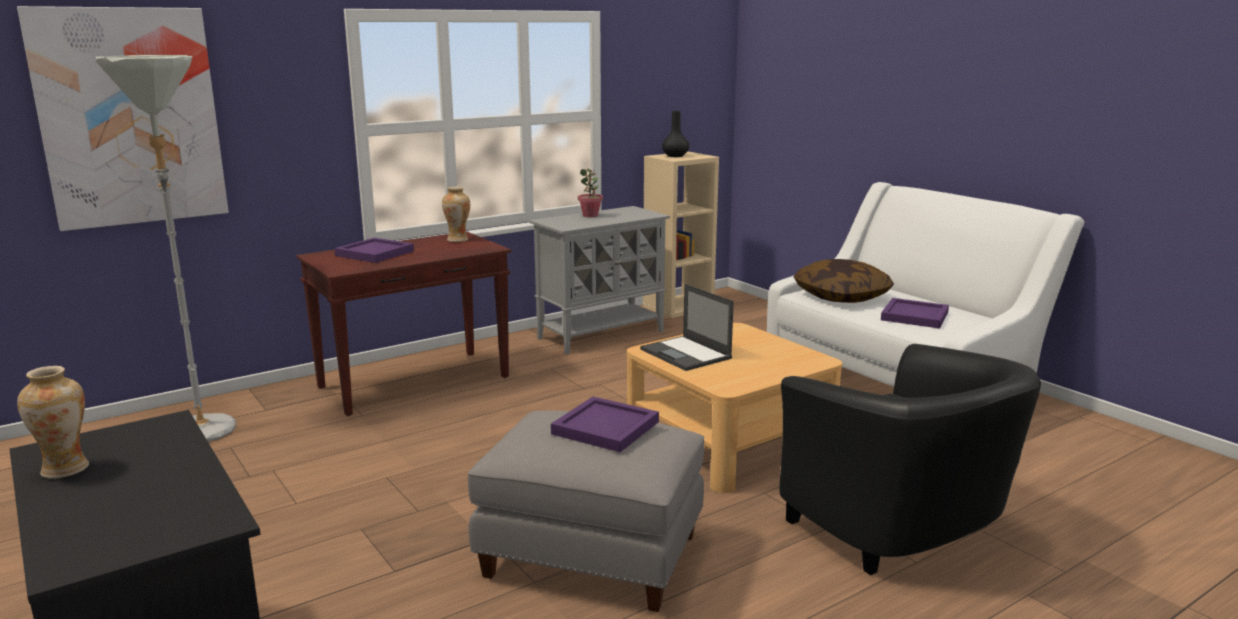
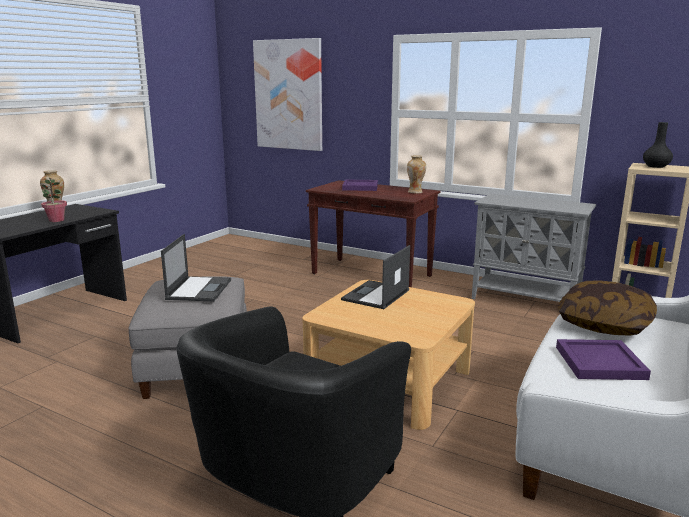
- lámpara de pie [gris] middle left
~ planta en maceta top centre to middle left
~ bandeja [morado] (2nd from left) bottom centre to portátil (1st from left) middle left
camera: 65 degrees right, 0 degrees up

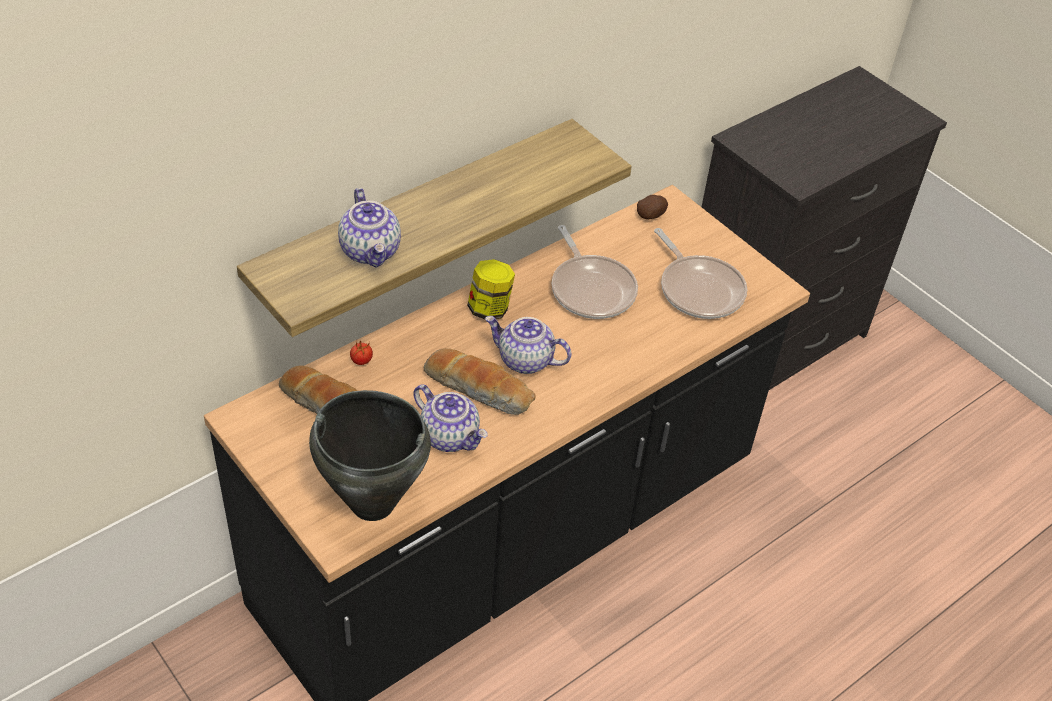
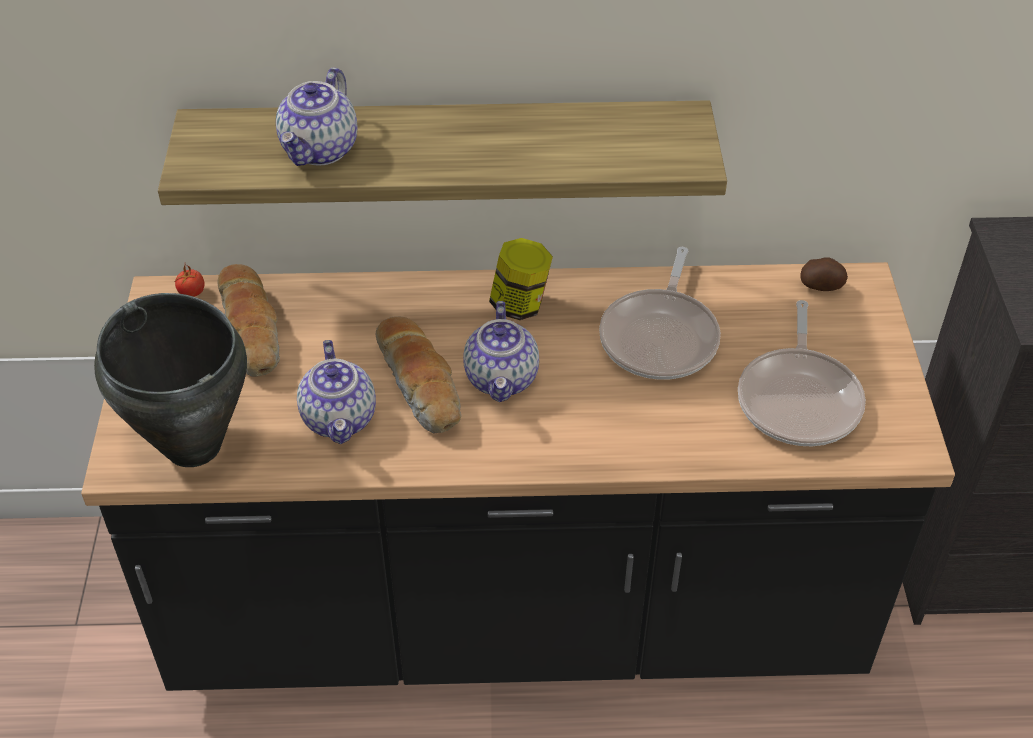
~ tetera (3rd from left) centre = centre 150 degrees counterclockwise
~ tomate centre to middle left
camera: 40 degrees right, 0 degrees up

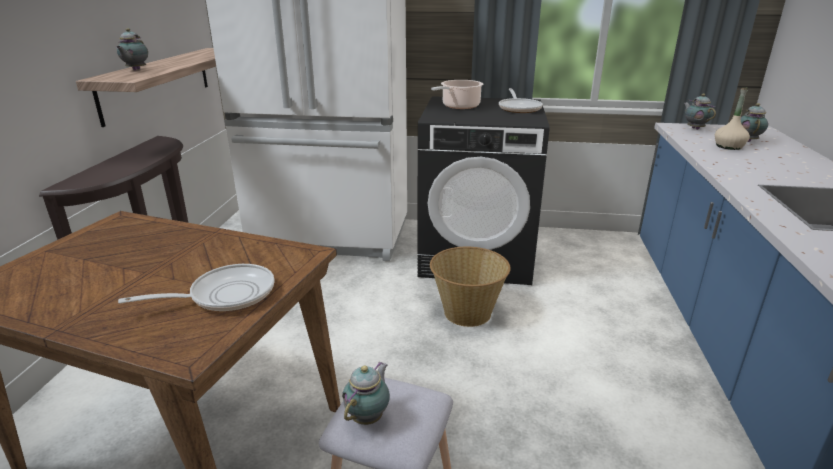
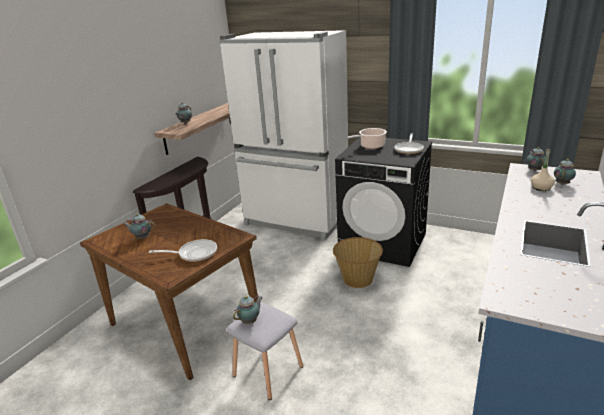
+ tetera (1st from left) middle left
camera: 20 degrees right, 0 degrees up

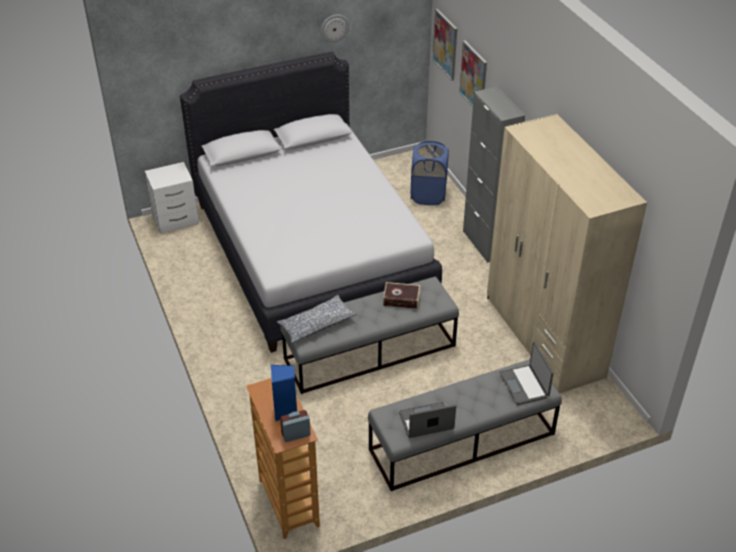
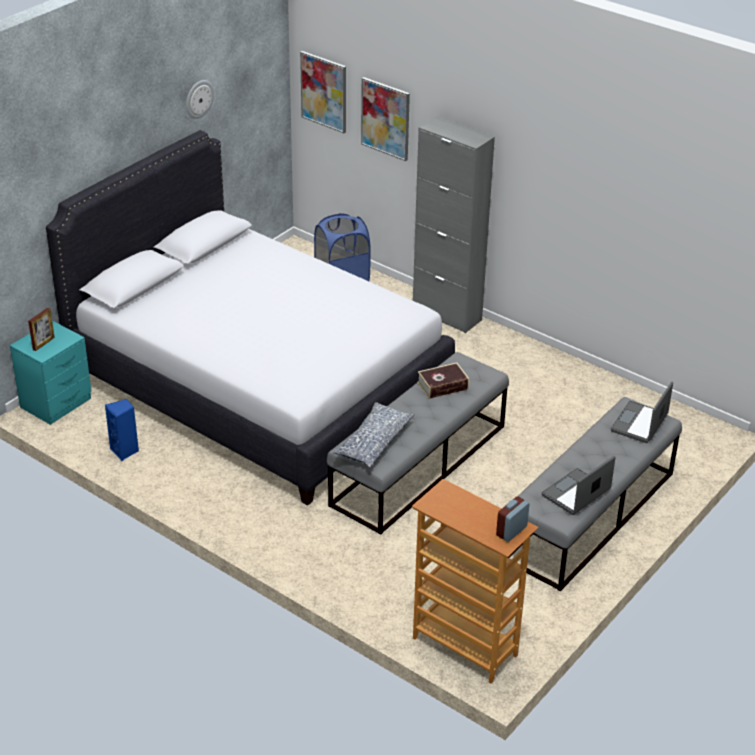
- armario ropero [beis] middle right
~ mesita de noche [blanco] middle left to mesita de noche [turquesa] middle left
~ portátil (2nd from left) bottom right = middle right 75 degrees clockwise
~ altavoz [azul] bottom centre to middle left
+ portarretratos middle left
camera: 30 degrees left, 5 degrees down

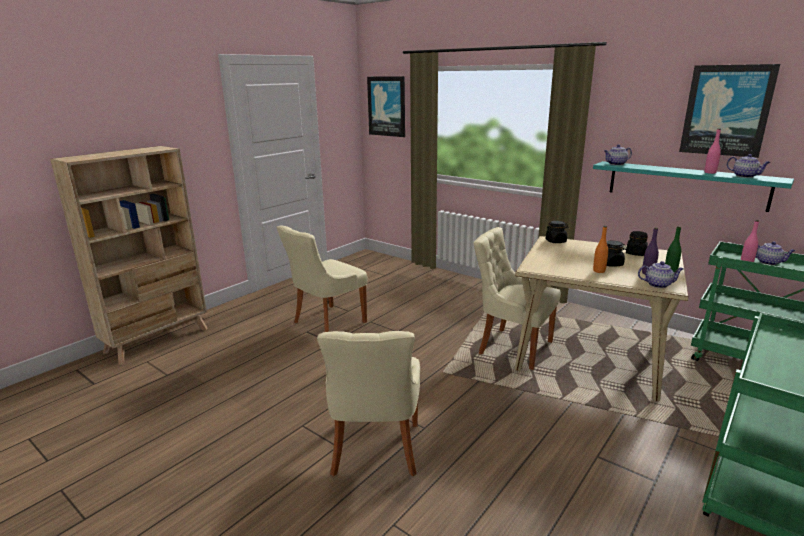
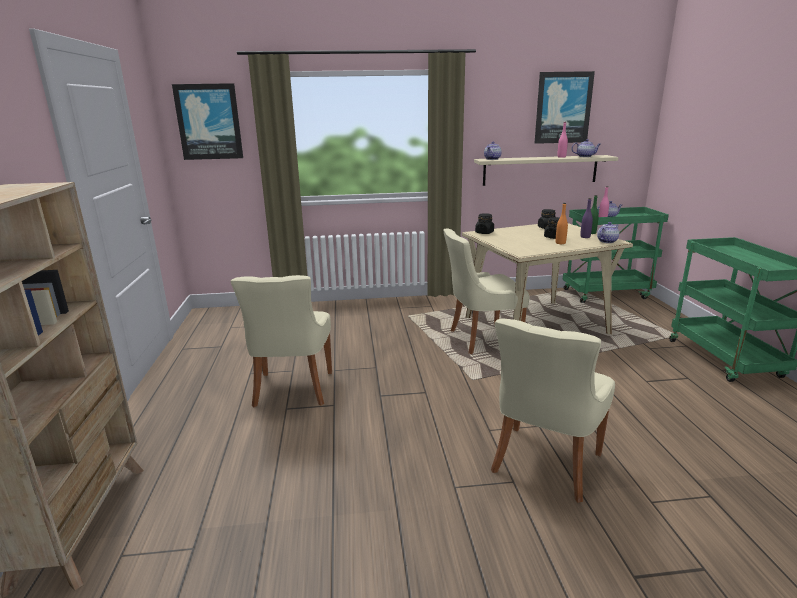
~ estante [turquesa] middle right to estante [beis] top right
~ silla [beis] (2nd from left in the first image) bottom centre = bottom right 75 degrees clockwise
camera: 45 degrees left, 0 degrees up

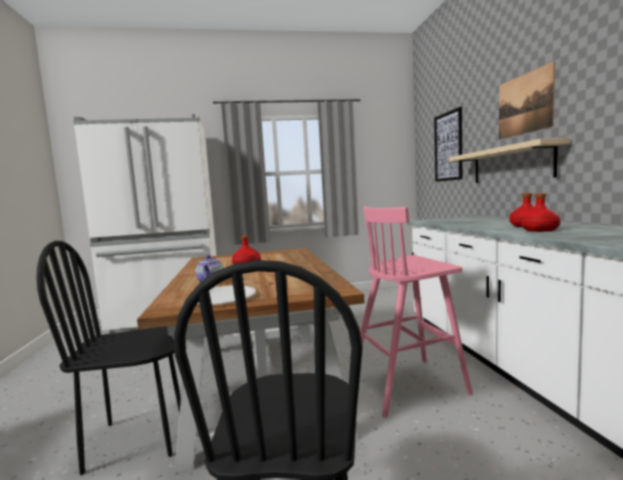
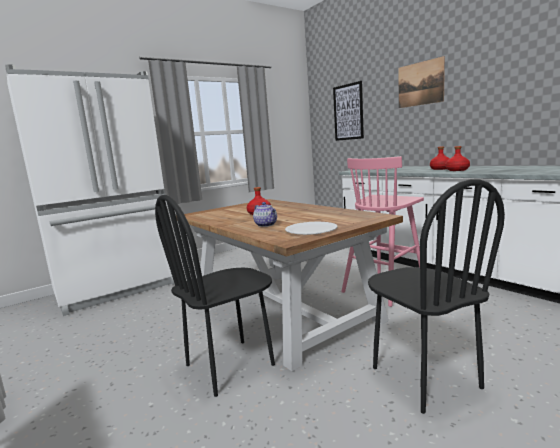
- estante [beis] middle right
camera: 25 degrees left, 5 degrees up

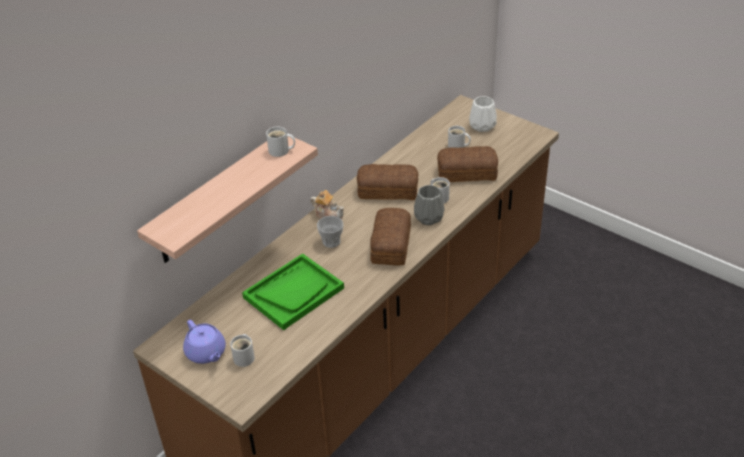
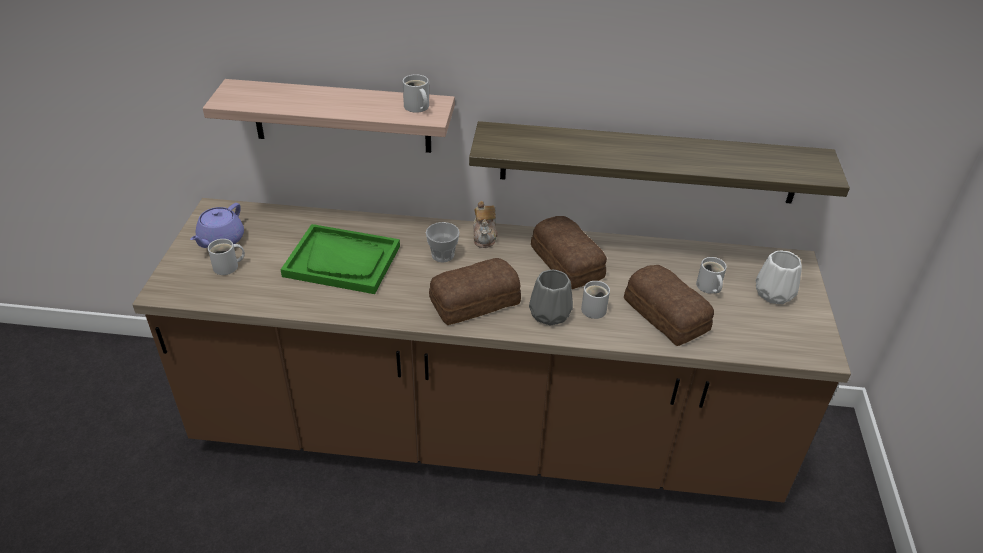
+ estante (2nd from left) top right
camera: 55 degrees right, 0 degrees up

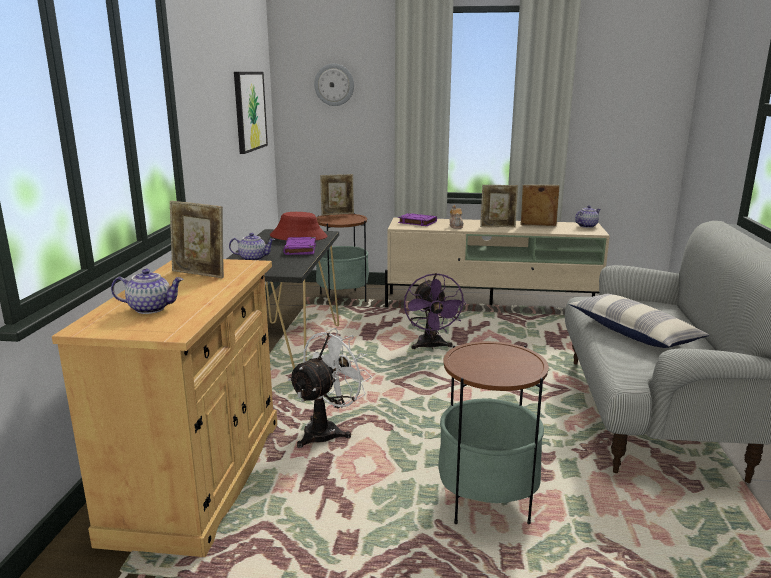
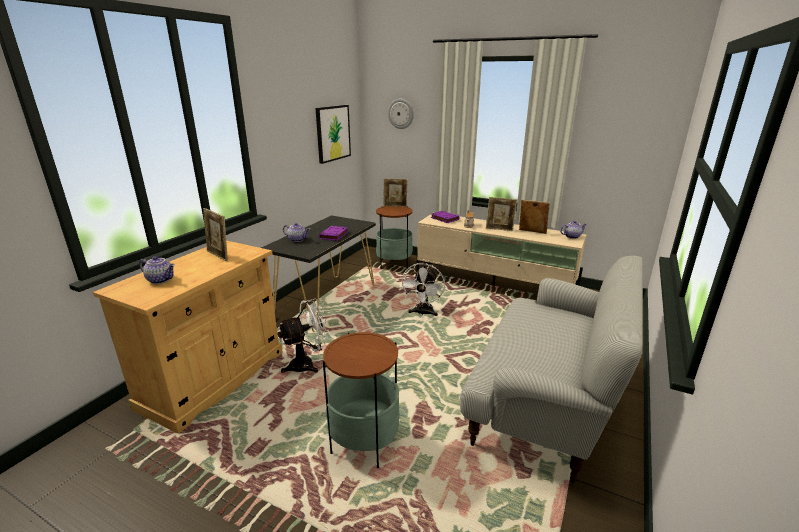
- sombrero [rojo] centre
~ ventilador [morado] centre to ventilador [blanco] (2nd from left) centre
- cojín middle right
camera: 20 degrees right, 5 degrees up

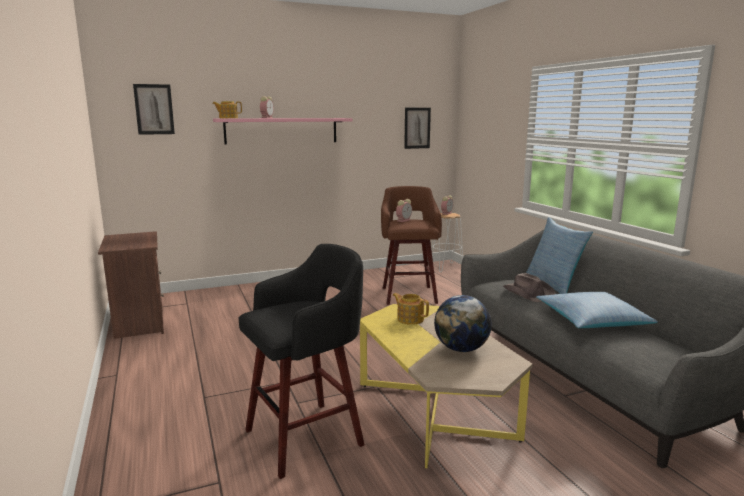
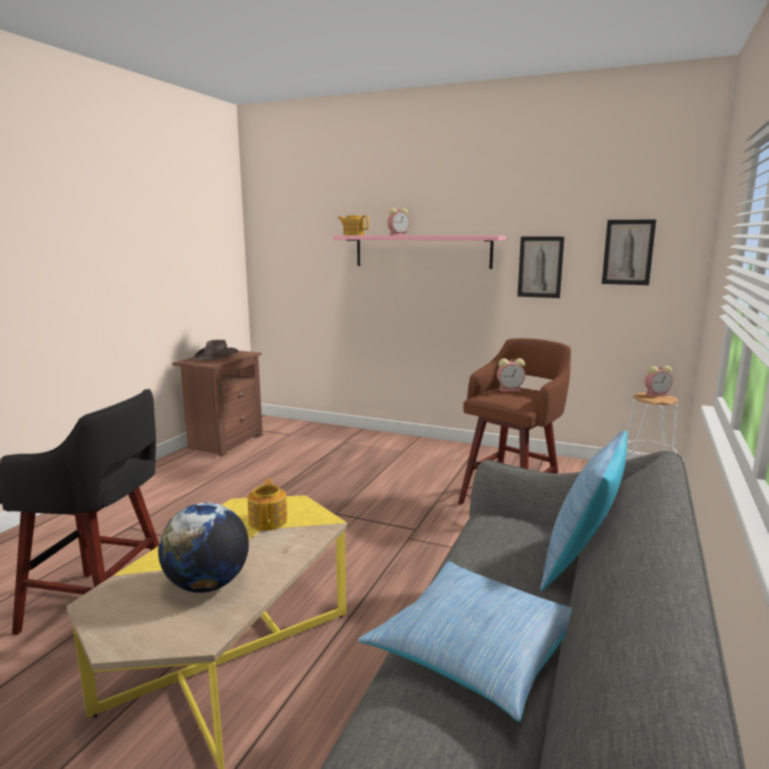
~ cuadro (1st from left) top left to middle right
~ sombrero [marrón] middle right to middle left
camera: 45 degrees right, 0 degrees up

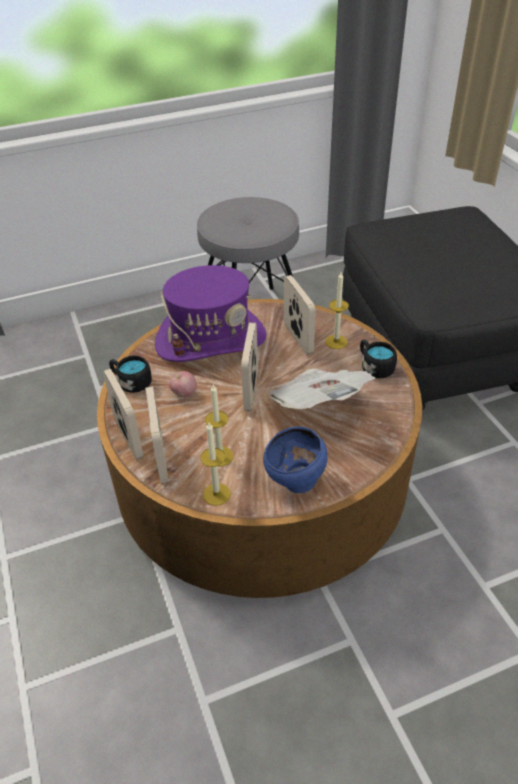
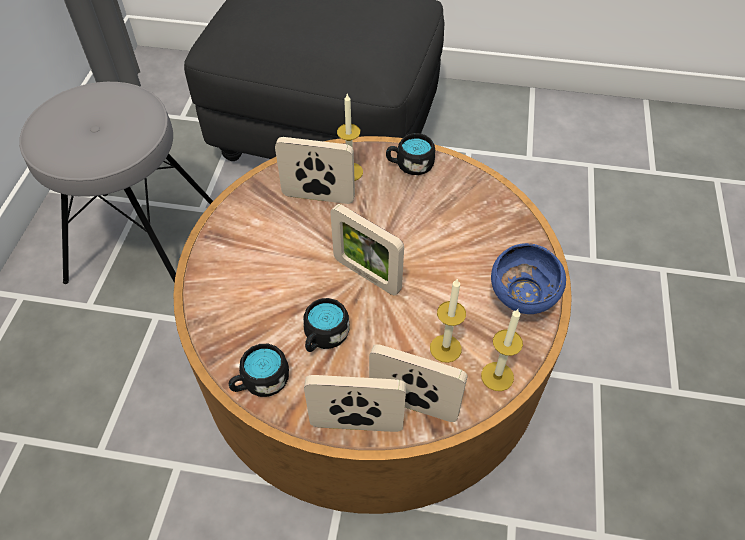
- sombrero [morado] centre
- periódico centre
~ manzana centre to taza grande [negro] (2nd from left) centre
camera: 60 degrees left, 10 degrees up

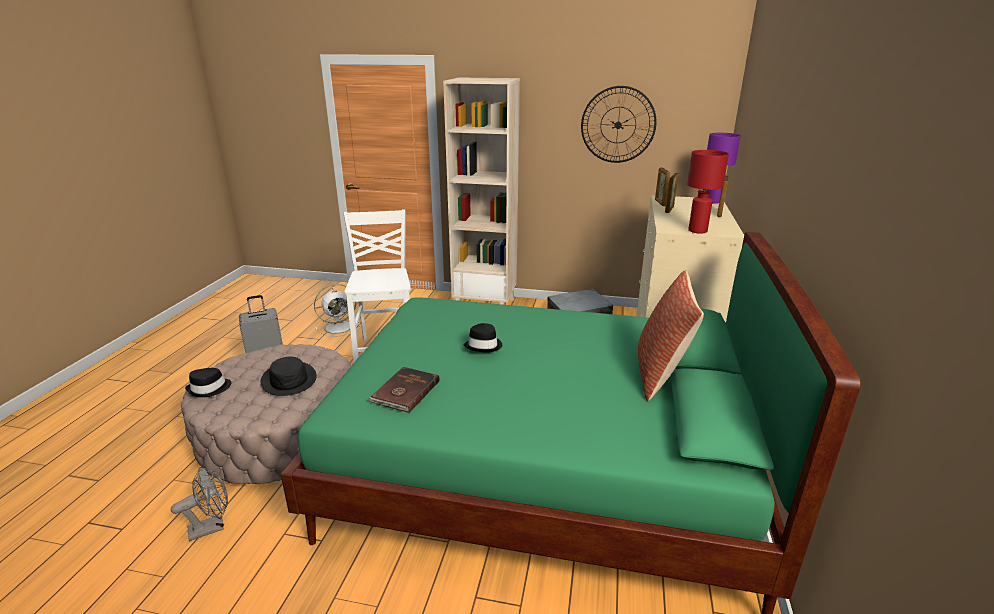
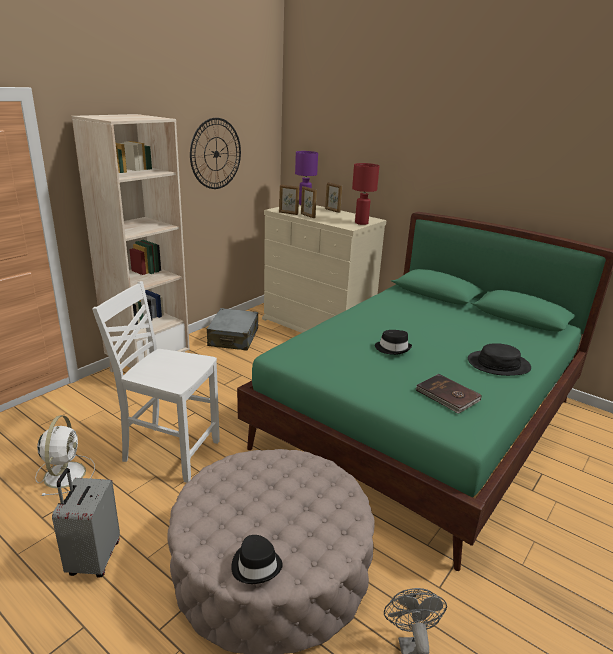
- cojín middle right
~ sombrero [negro] (2nd from left in the first image) middle left to sombrero [negro] (3rd from left) middle right
camera: 65 degrees left, 0 degrees up

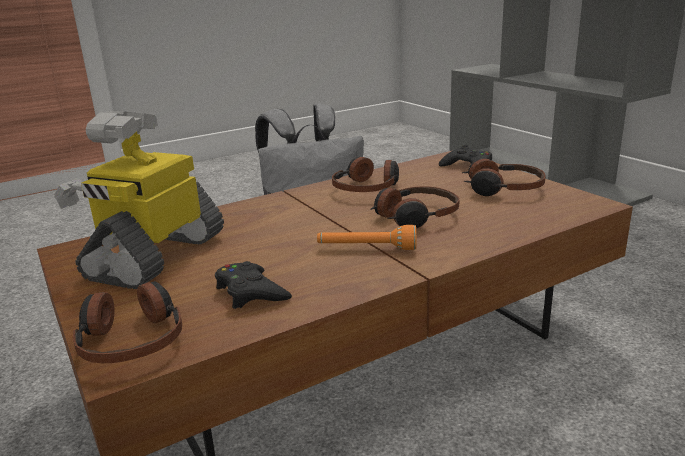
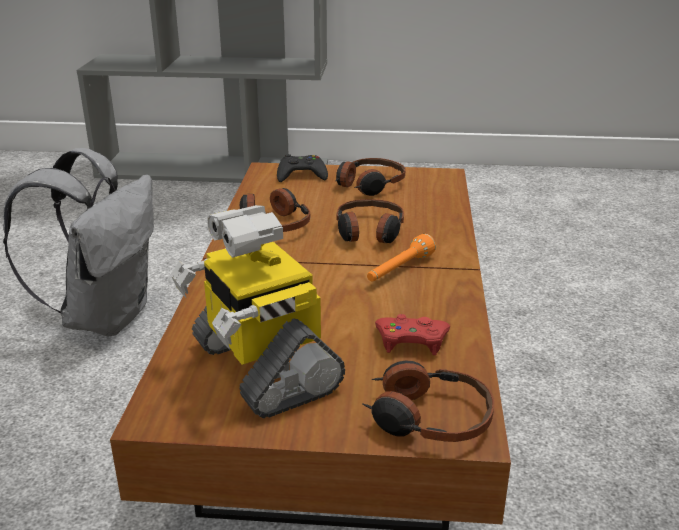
~ mando de consola [negro] (1st from left) centre to mando de consola [rojo] centre
camera: 55 degrees left, 5 degrees up

